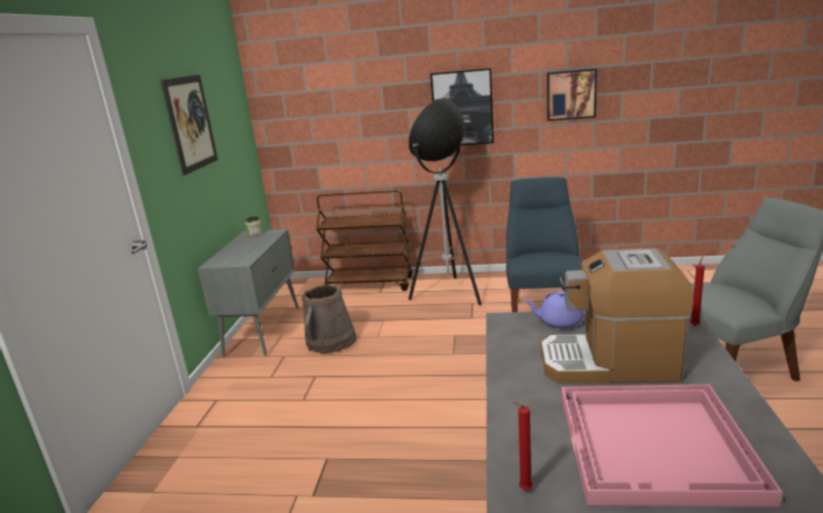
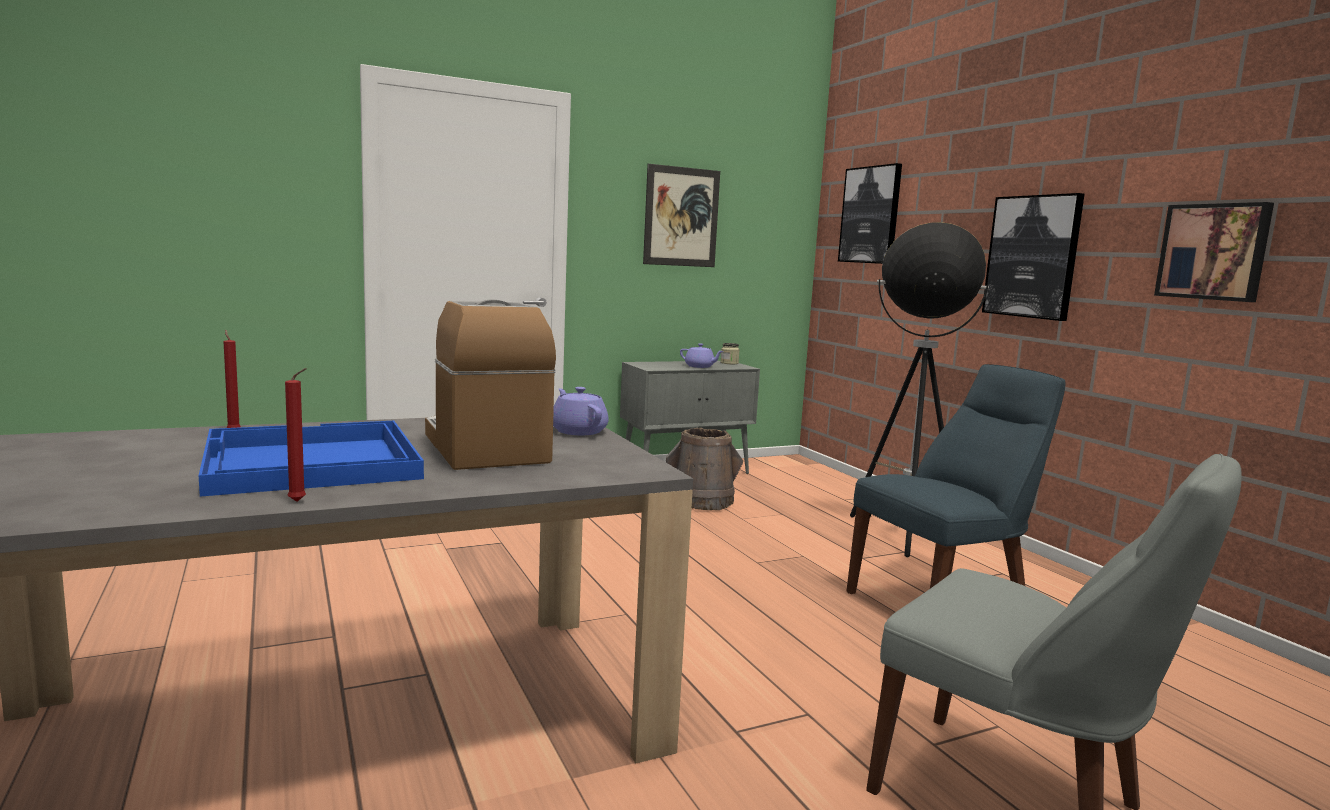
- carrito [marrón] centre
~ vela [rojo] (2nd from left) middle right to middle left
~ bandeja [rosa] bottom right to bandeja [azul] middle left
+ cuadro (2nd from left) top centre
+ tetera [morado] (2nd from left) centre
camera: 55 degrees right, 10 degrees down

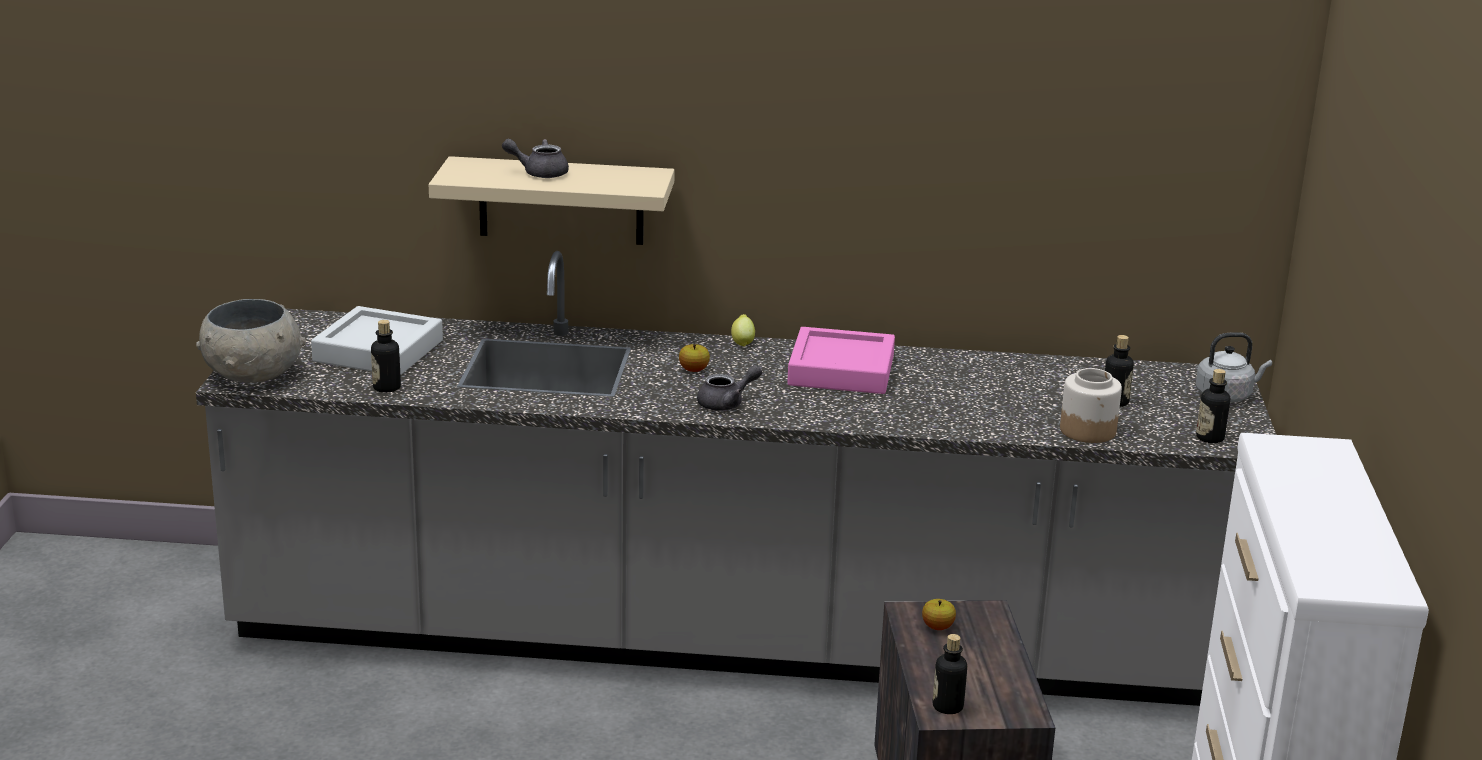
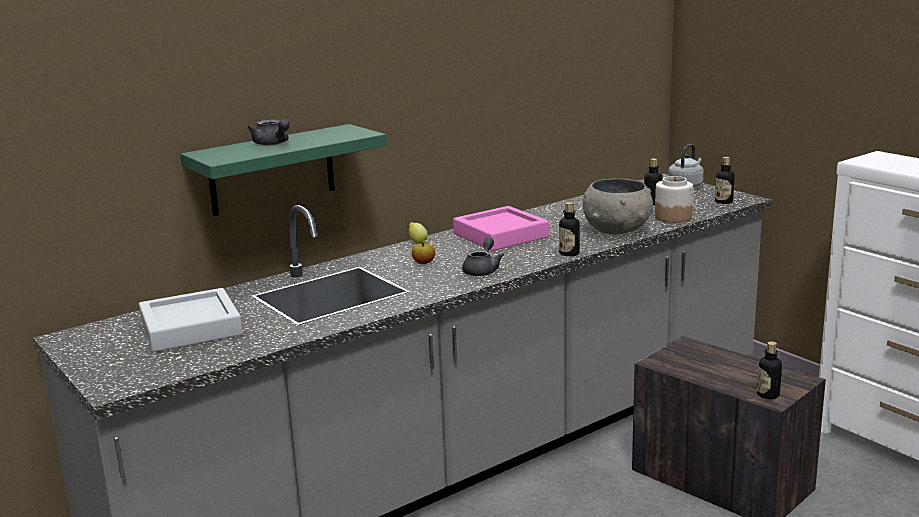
~ tetera [gris] (1st from left) top centre = top left 90 degrees counterclockwise
~ estante [beis] top centre to estante [verde] top left
~ cuenco [gris] middle left to middle right
~ botella (1st from left) middle left to centre
- manzana (2nd from left) bottom centre
camera: 40 degrees left, 5 degrees down

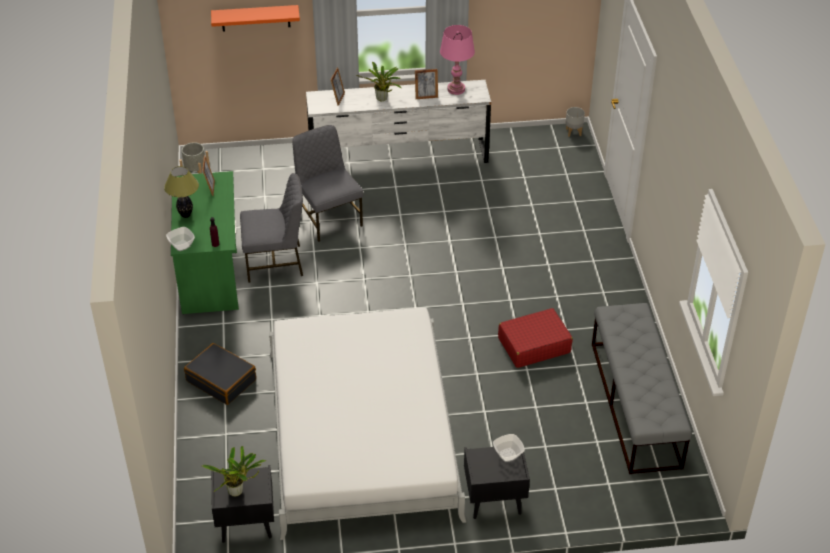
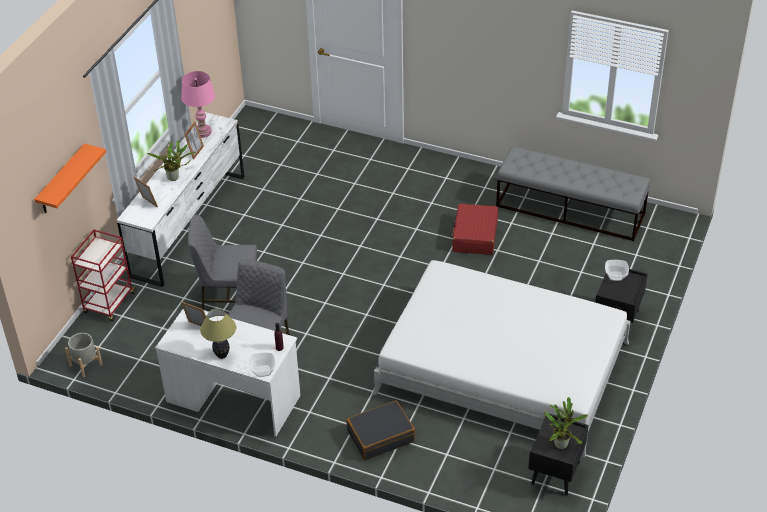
- maceta [gris] (2nd from left) top right
~ escritorio [verde] middle left to escritorio [blanco] bottom left
+ carrito [rojo] middle left
camera: 60 degrees left, 0 degrees up

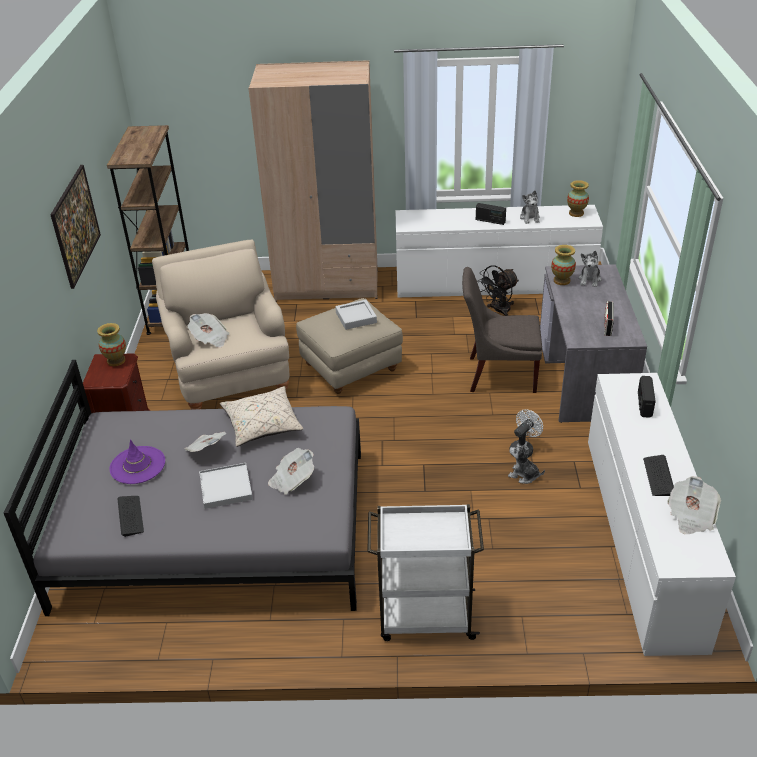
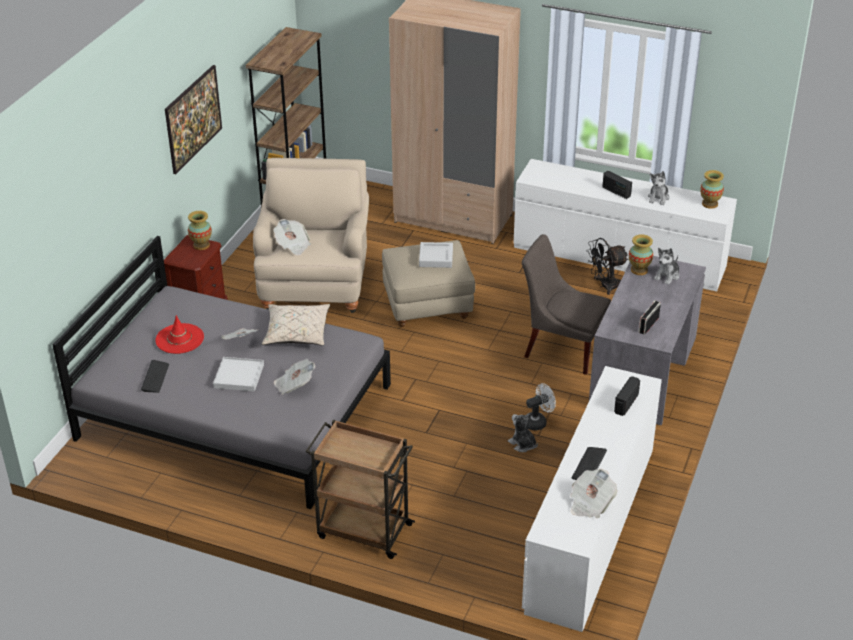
~ sombrero [morado] middle left to sombrero [rojo] middle left
~ carrito [blanco] bottom centre to carrito [marrón] bottom centre
camera: 20 degrees right, 0 degrees up

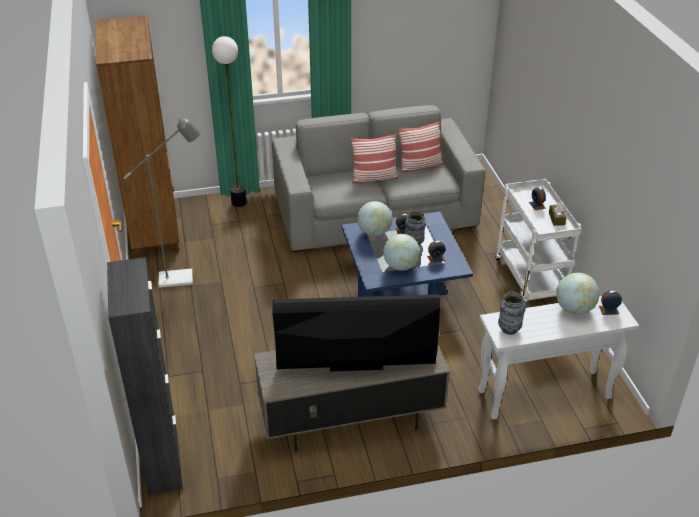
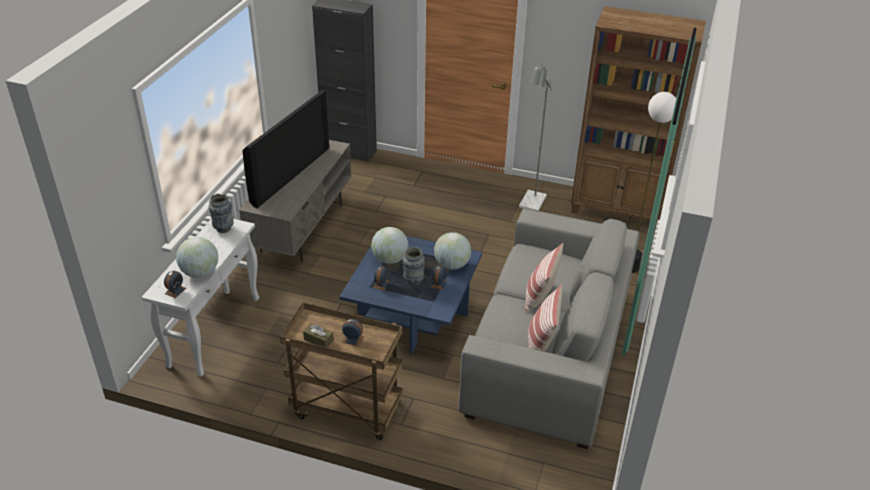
~ carrito [blanco] middle right to carrito [marrón] bottom centre
camera: 120 degrees right, 0 degrees up

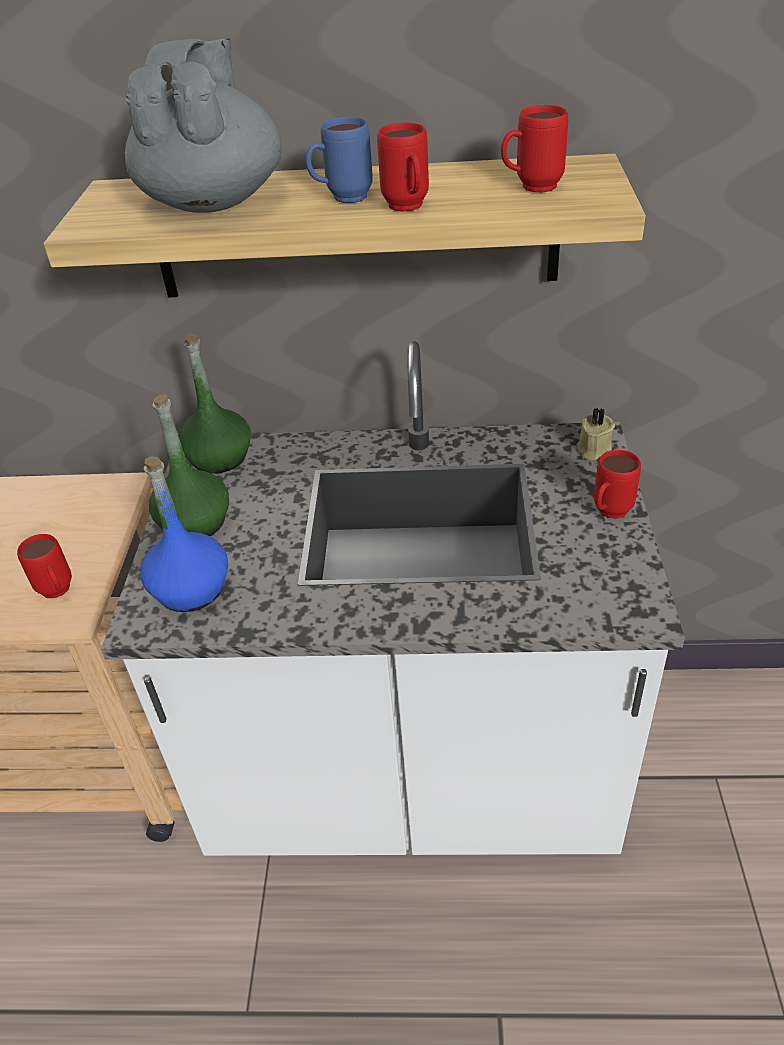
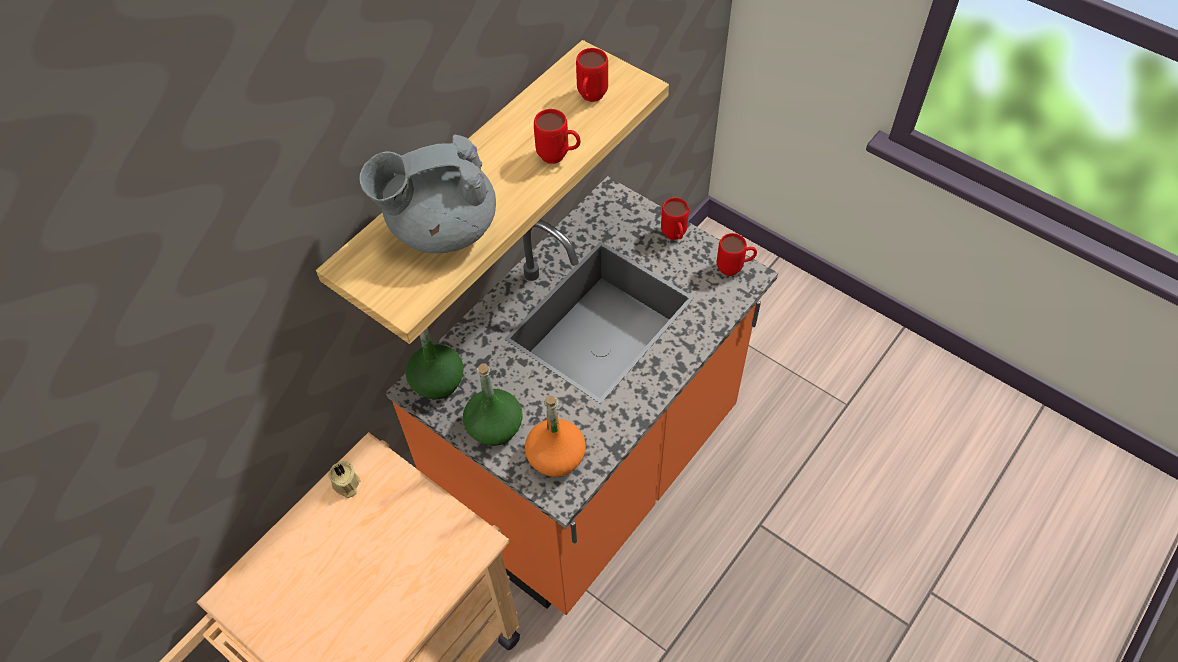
~ tetera [gris] top left = top centre 60 degrees counterclockwise
- taza grande [azul] top centre
~ mueble bajo de cocina [blanco] centre to mueble bajo de cocina [naranja] centre
~ vela [beis] middle right to bottom left
~ botella [azul] middle left to botella [naranja] centre
~ taza grande [rojo] (1st from left in the first image) middle left to taza grande [rojo] (4th from left) centre
camera: 55 degrees left, 15 degrees up

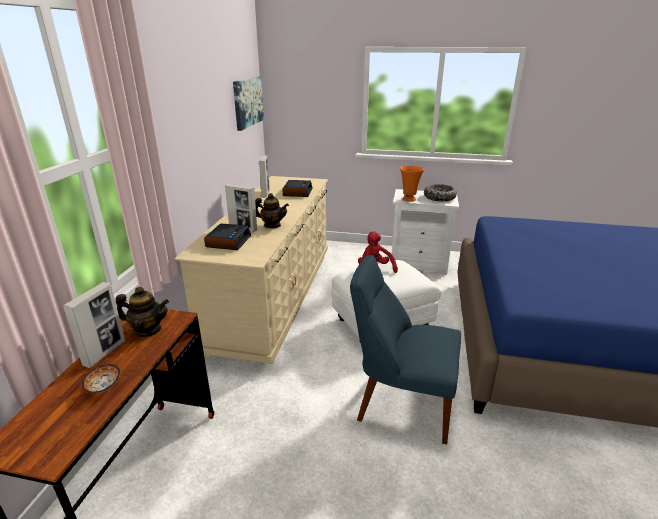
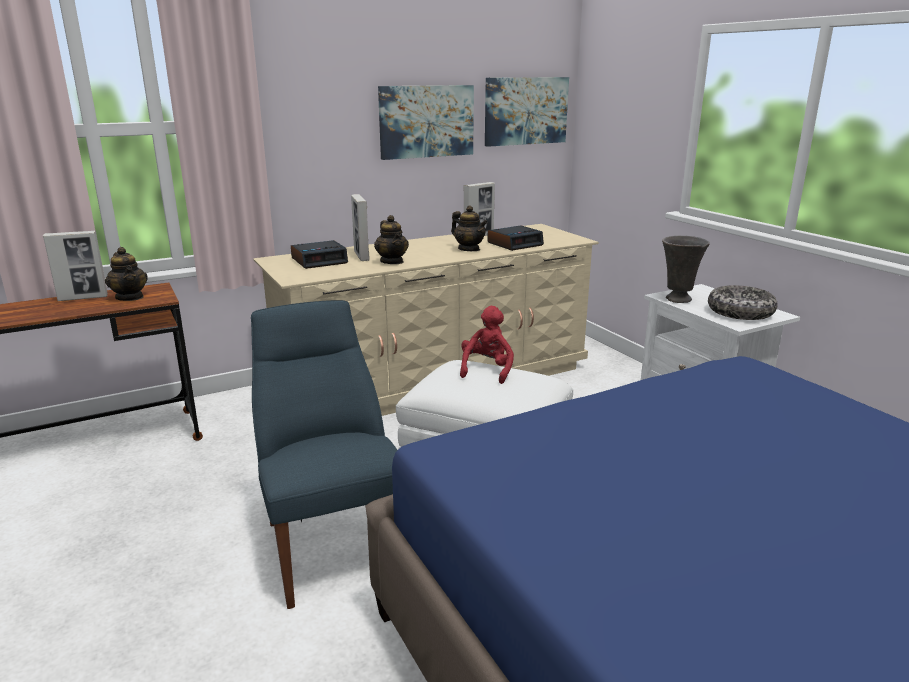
~ florero [naranja] centre to florero [gris] middle right
- cuenco (1st from left) bottom left
+ cuadro (1st from left) top centre
+ tetera (3rd from left) centre
camera: 50 degrees right, 5 degrees down

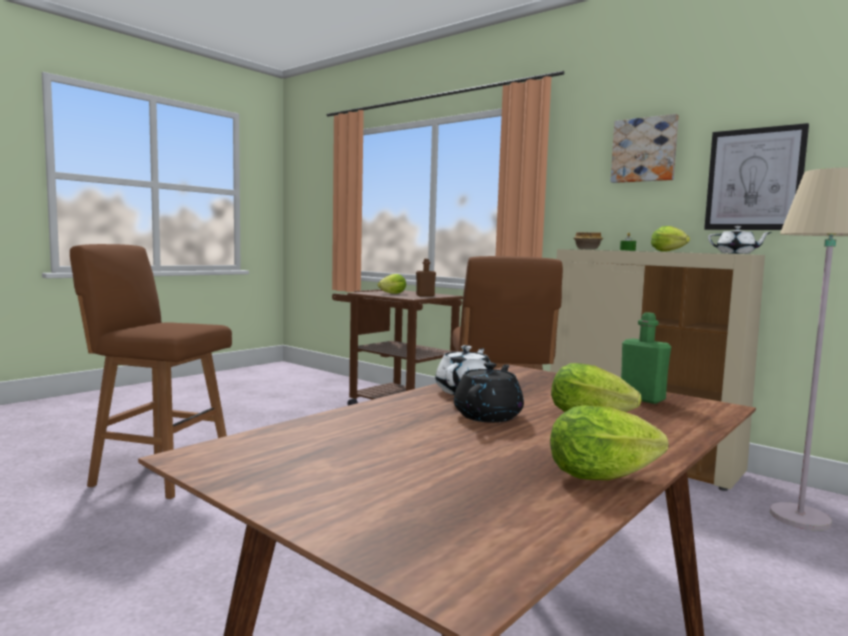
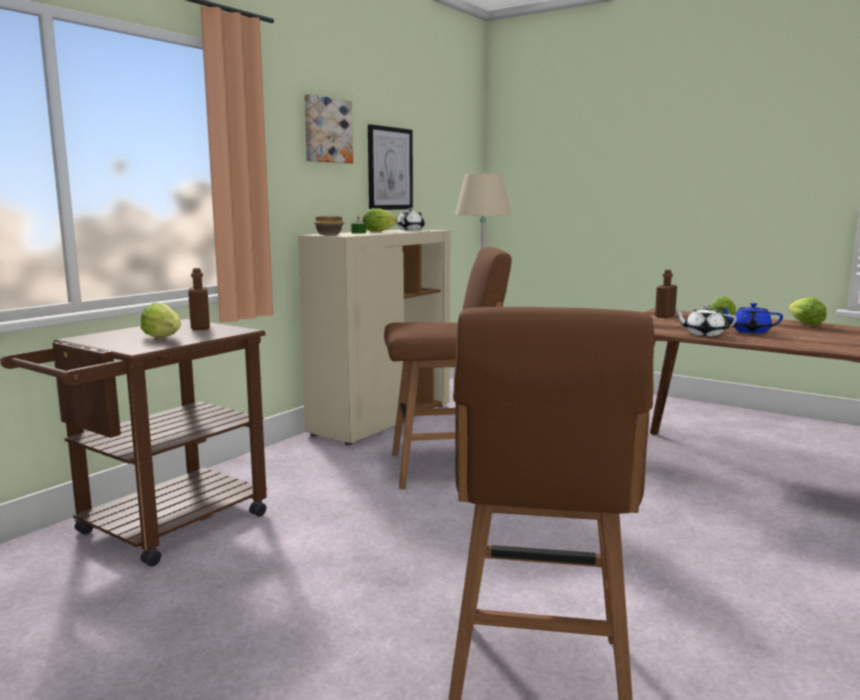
~ botella [verde] middle right to botella [marrón] (2nd from left) middle right
~ tetera [negro] centre to tetera [azul] middle right
camera: 95 degrees left, 5 degrees up

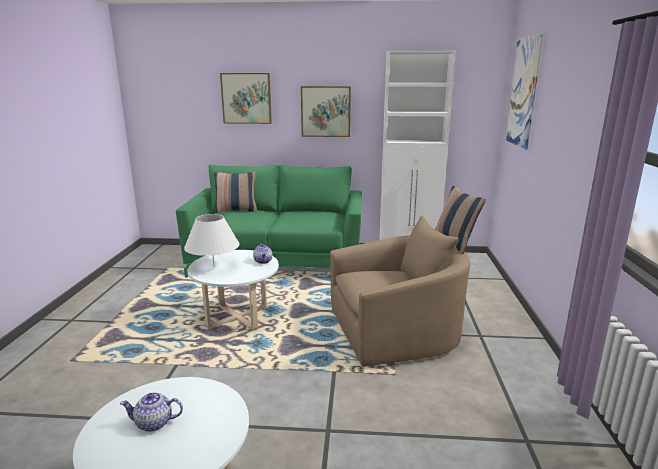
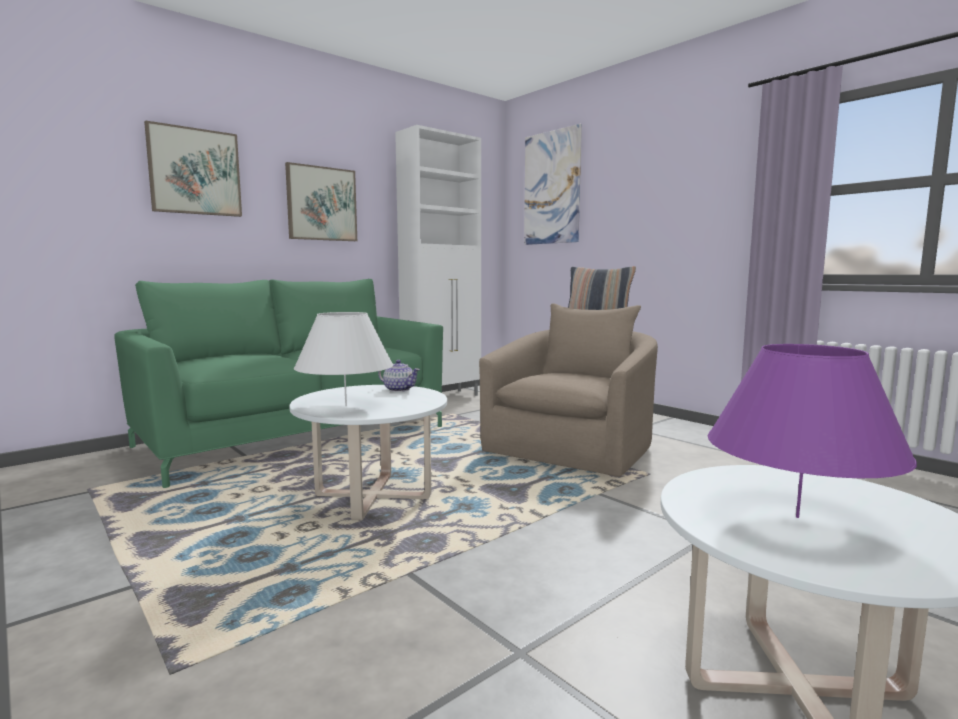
- cojín (1st from left) centre
~ tetera (1st from left) bottom left to lámpara de mesa [morado] middle right
camera: 45 degrees left, 10 degrees down

